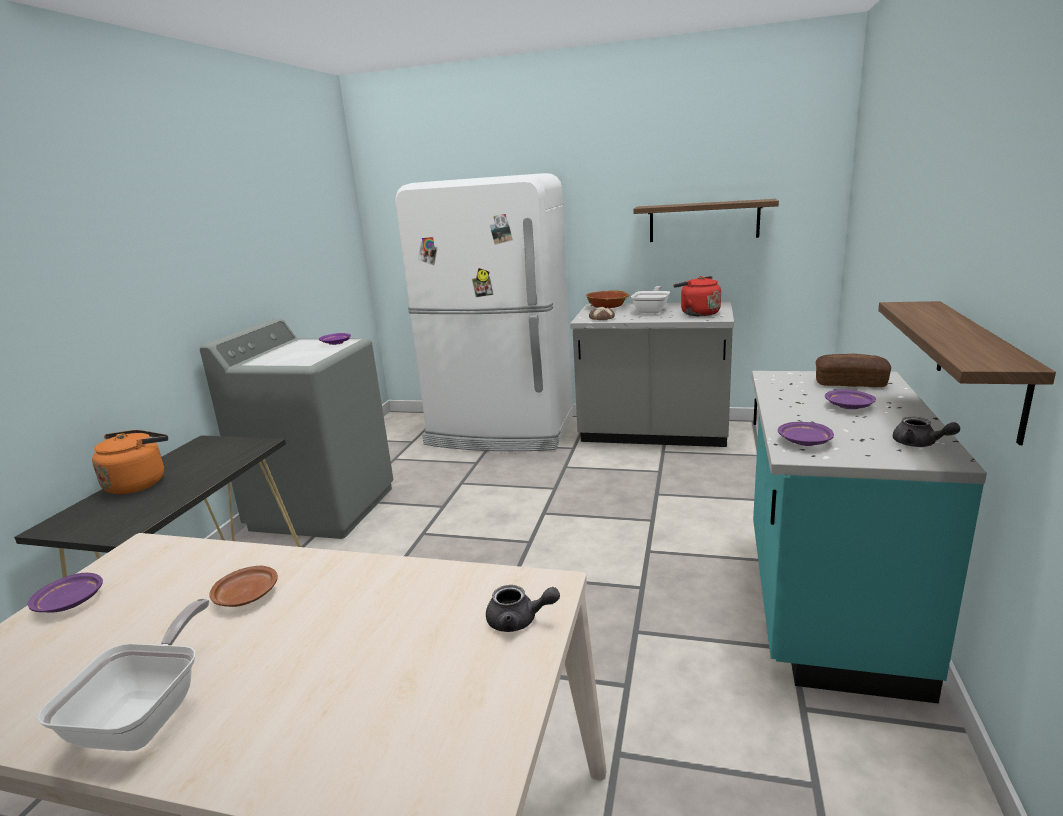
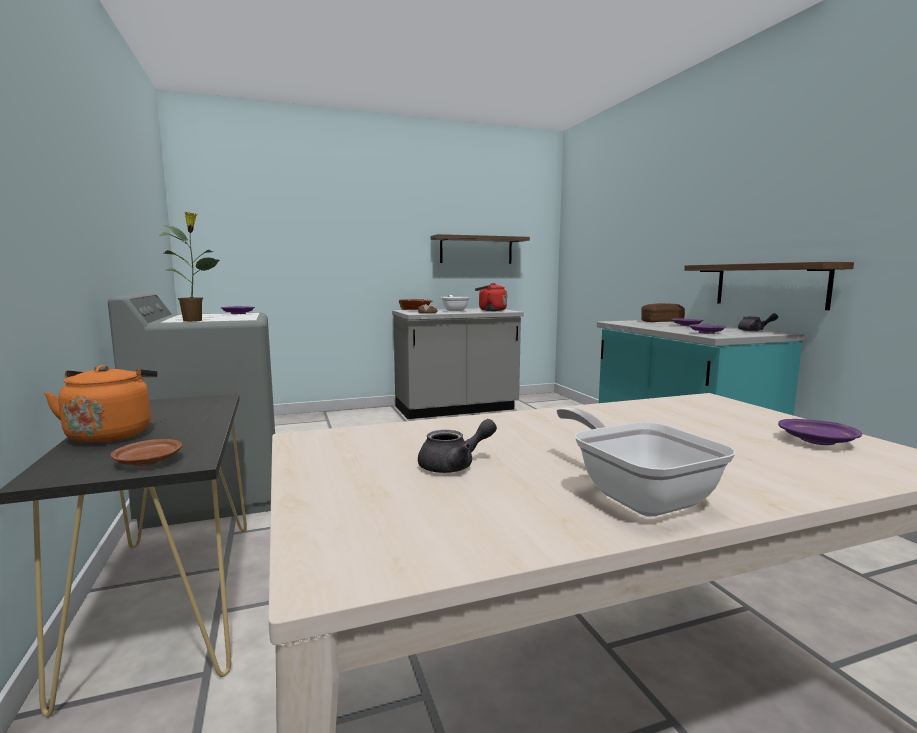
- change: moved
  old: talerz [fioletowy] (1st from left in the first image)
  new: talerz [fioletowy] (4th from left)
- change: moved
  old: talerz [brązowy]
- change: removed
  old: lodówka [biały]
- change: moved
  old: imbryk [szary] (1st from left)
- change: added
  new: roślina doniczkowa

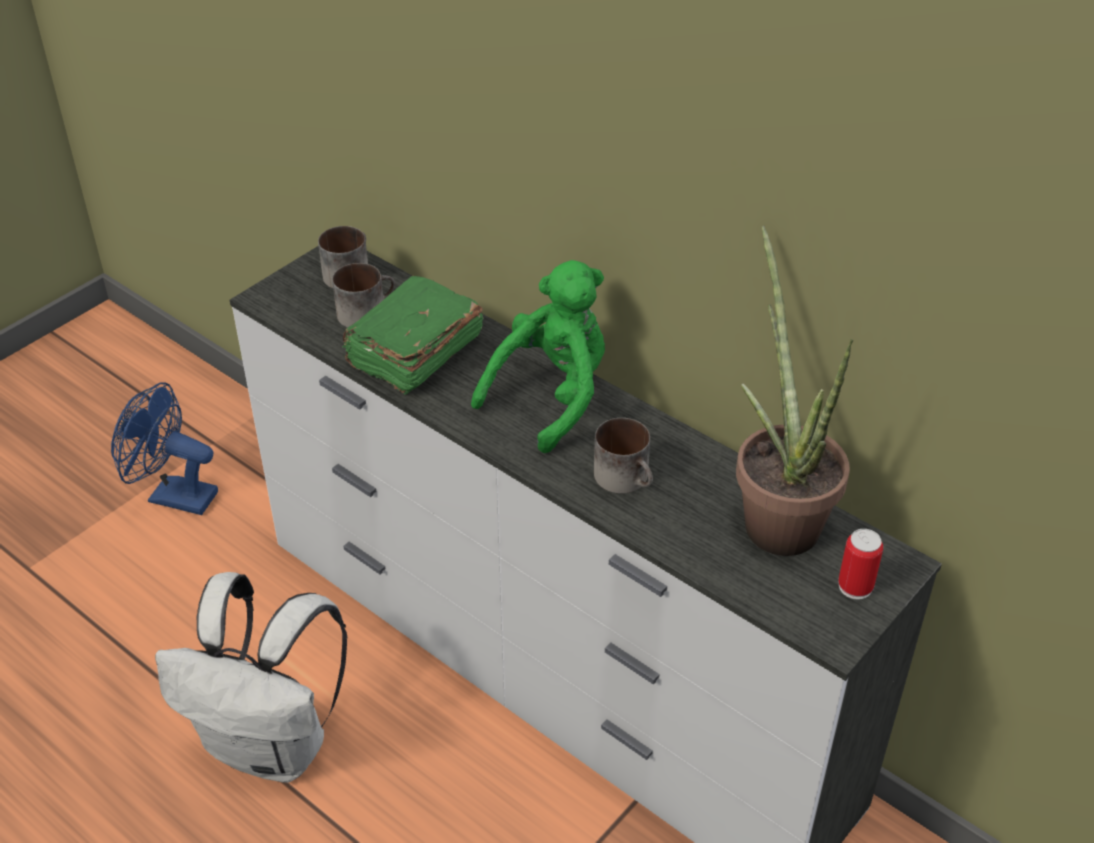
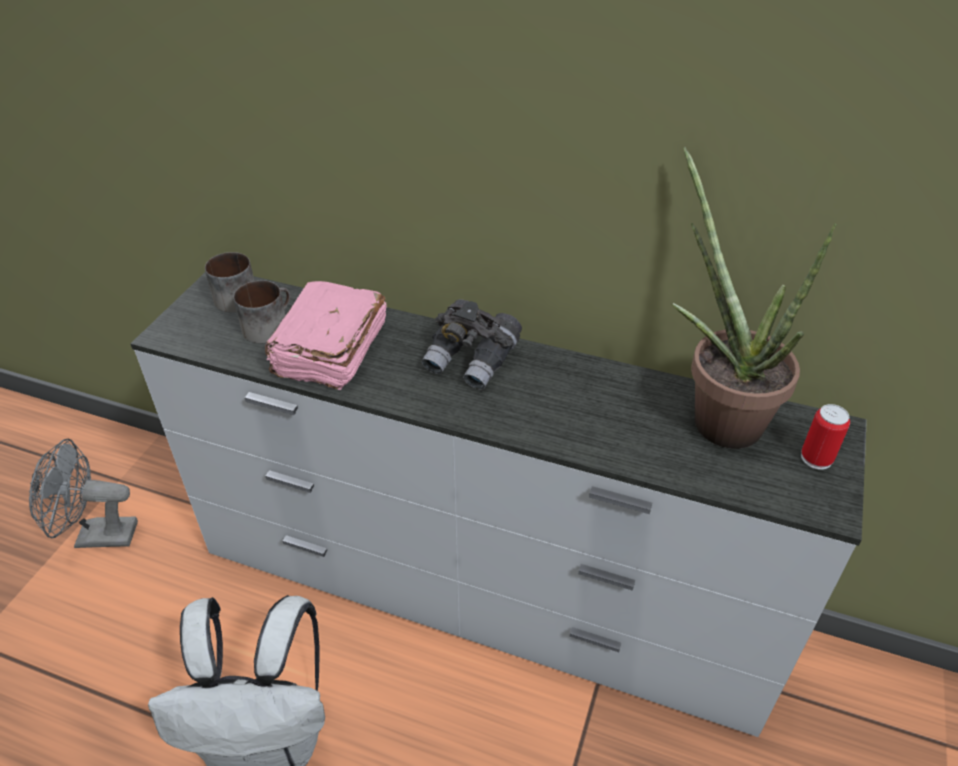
- change: recoloured
  old: wentylator [niebieski]
  new: wentylator [szary]
- change: recoloured
  old: książka [zielony]
  new: książka [różowy]
- change: replaced
  old: pluszak [zielony]
  new: lornetka [szary]
- change: removed
  old: kubek (3rd from left)

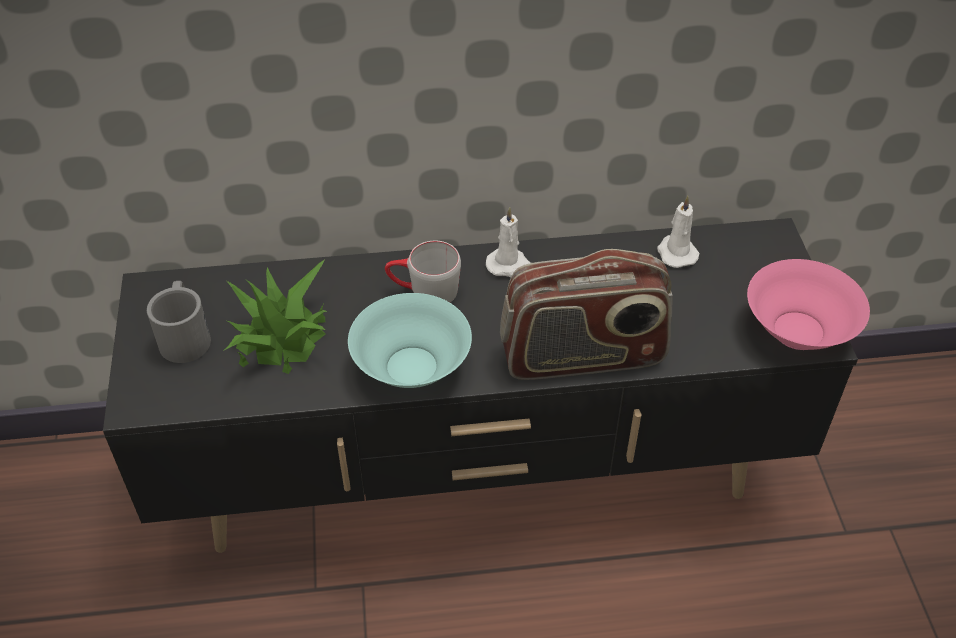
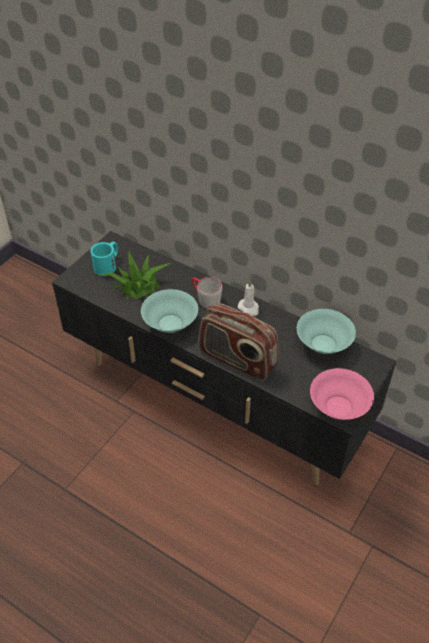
- change: recoloured
  old: kubek [szary] (1st from left)
  new: kubek [turkusowy]
- change: replaced
  old: świeca [biały] (2nd from left)
  new: miska [turkusowy] (2nd from left)

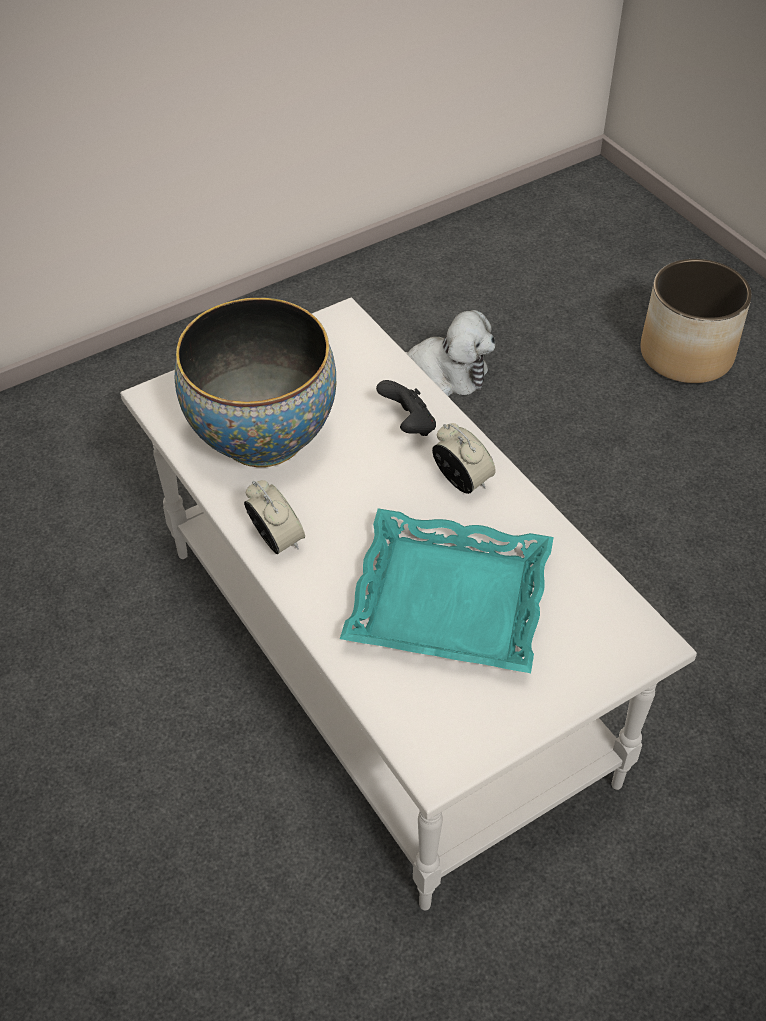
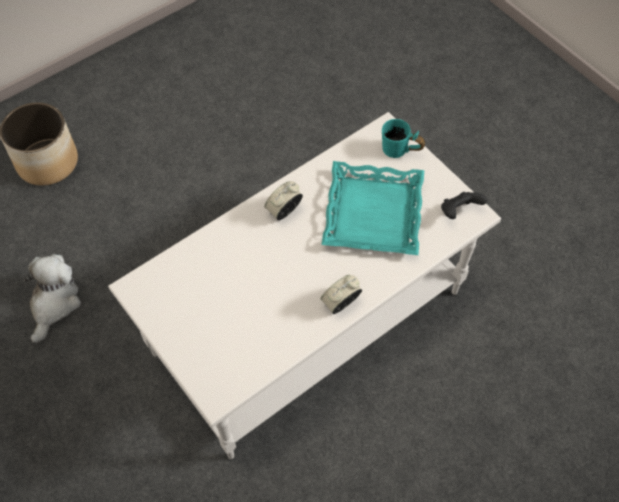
- change: removed
  old: miska
- change: moved
  old: pad do gier [czarny]
- change: added
  new: kubek [turkusowy]

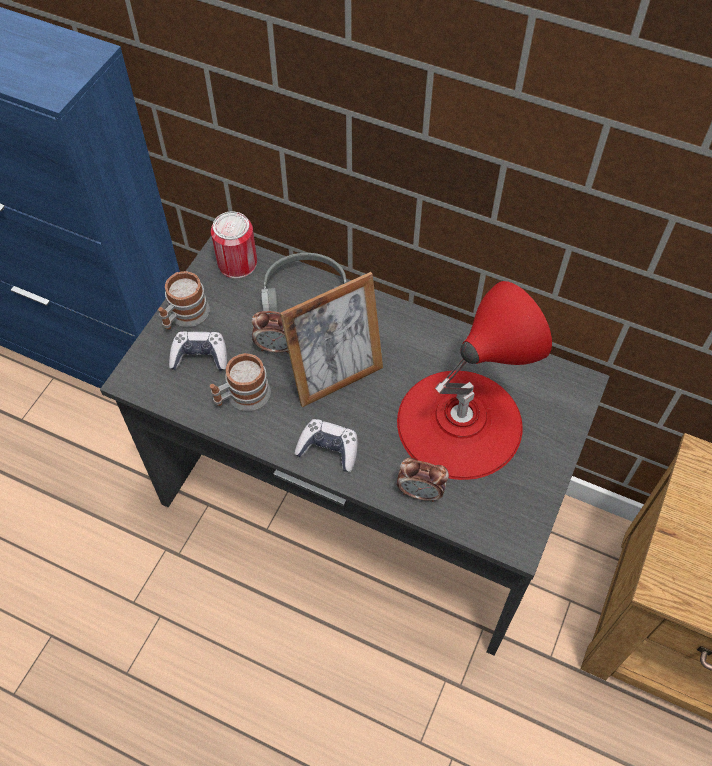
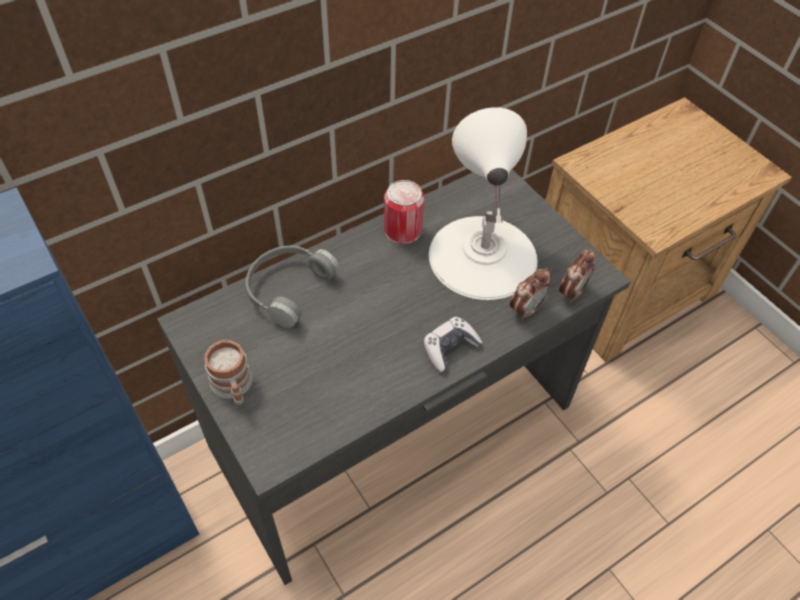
- change: removed
  old: pad do gier (1st from left)
- change: removed
  old: kubek (2nd from left)
- change: moved
  old: puszka
- change: moved
  old: budzik (1st from left in the first image)
  new: budzik (2nd from left)
- change: removed
  old: ramka na zdjęcie
- change: recoloured
  old: lampa stołowa [czerwony]
  new: lampa stołowa [biały]

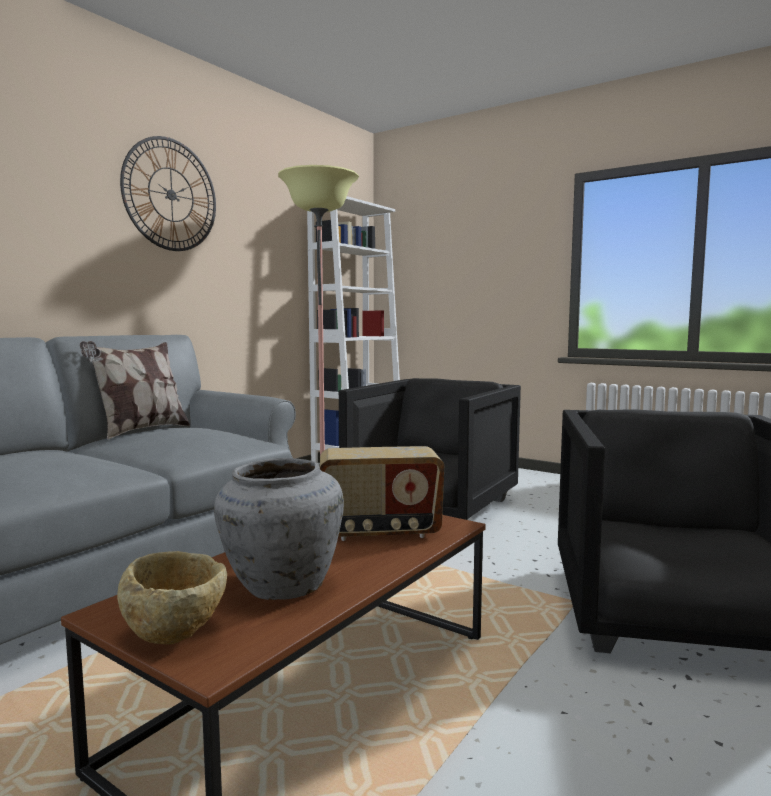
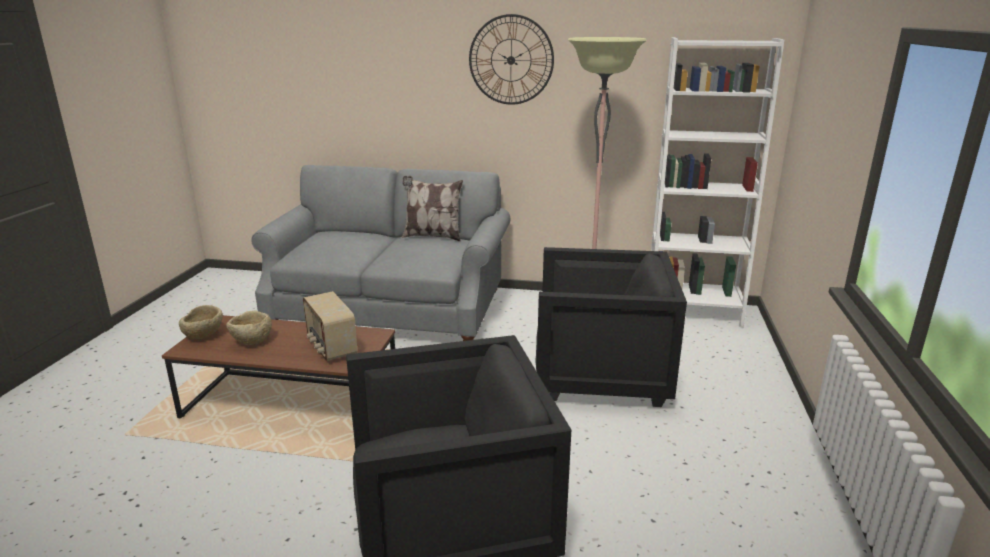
- change: replaced
  old: wazon [szary]
  new: miska [beżowy] (2nd from left)

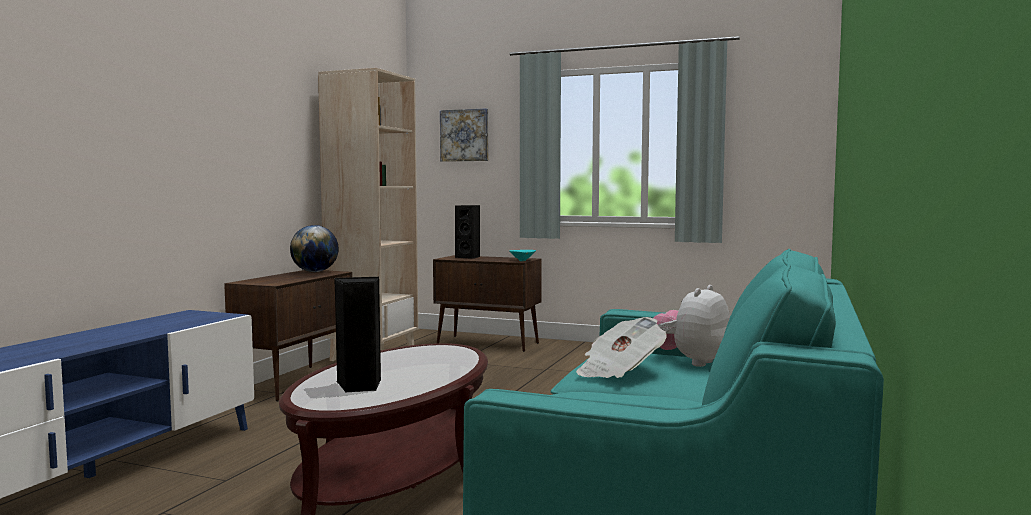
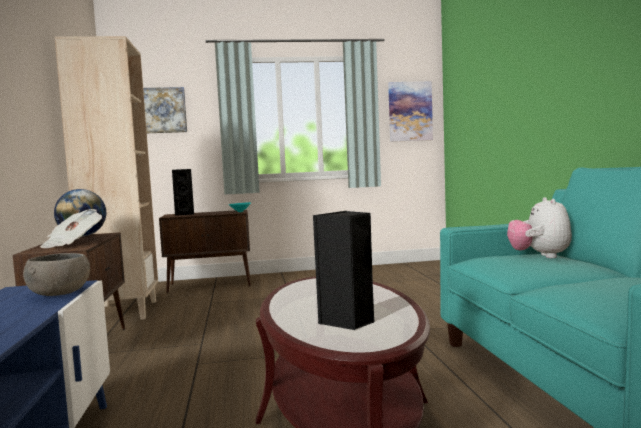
- change: moved
  old: gazeta
- change: added
  new: miska [szary]
- change: added
  new: obraz (2nd from left)

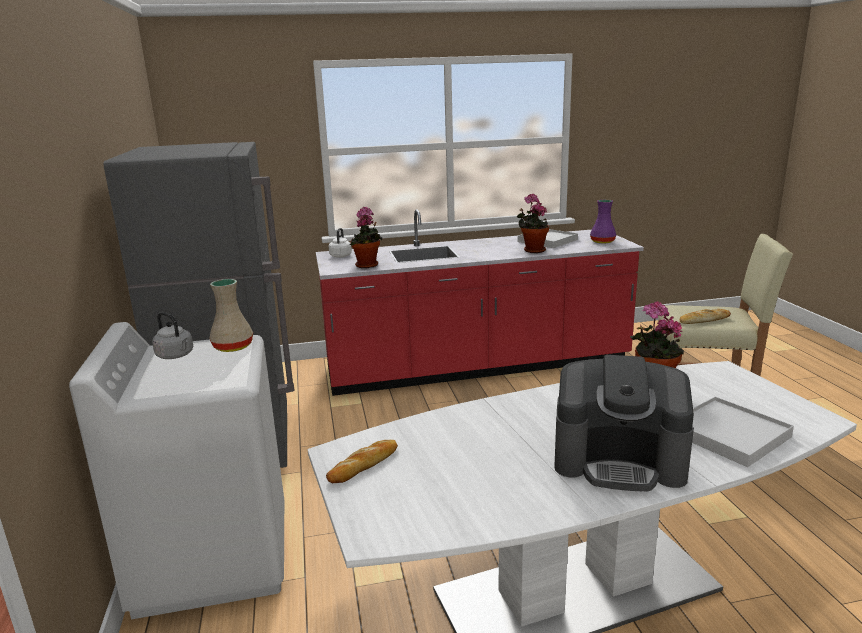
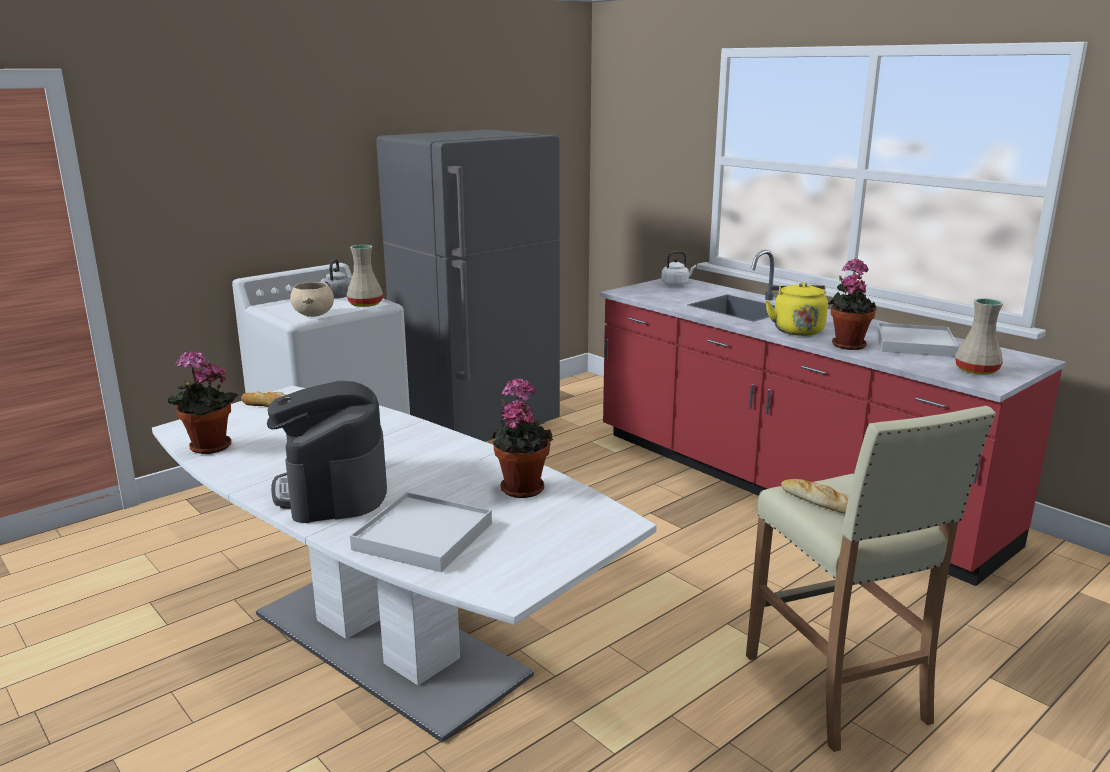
- change: moved
  old: roślina doniczkowa (1st from left)
- change: recoloured
  old: wazon [fioletowy]
  new: wazon [beżowy] (2nd from left)
- change: added
  new: miska [beżowy]
- change: added
  new: czajnik [żółty]

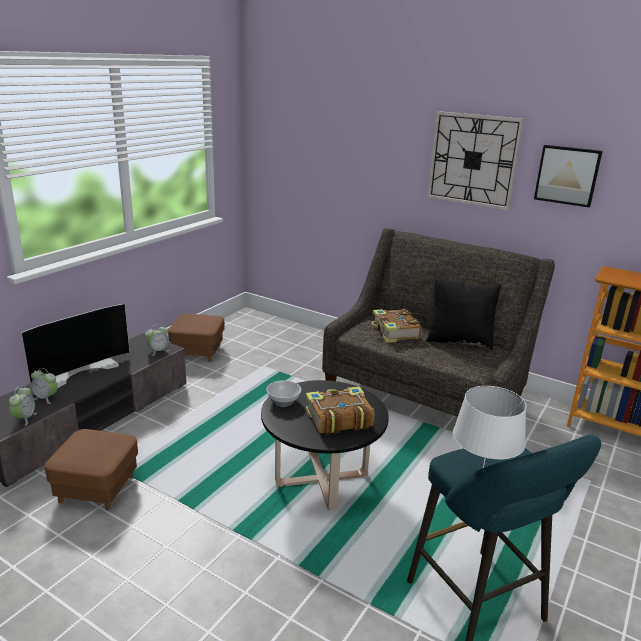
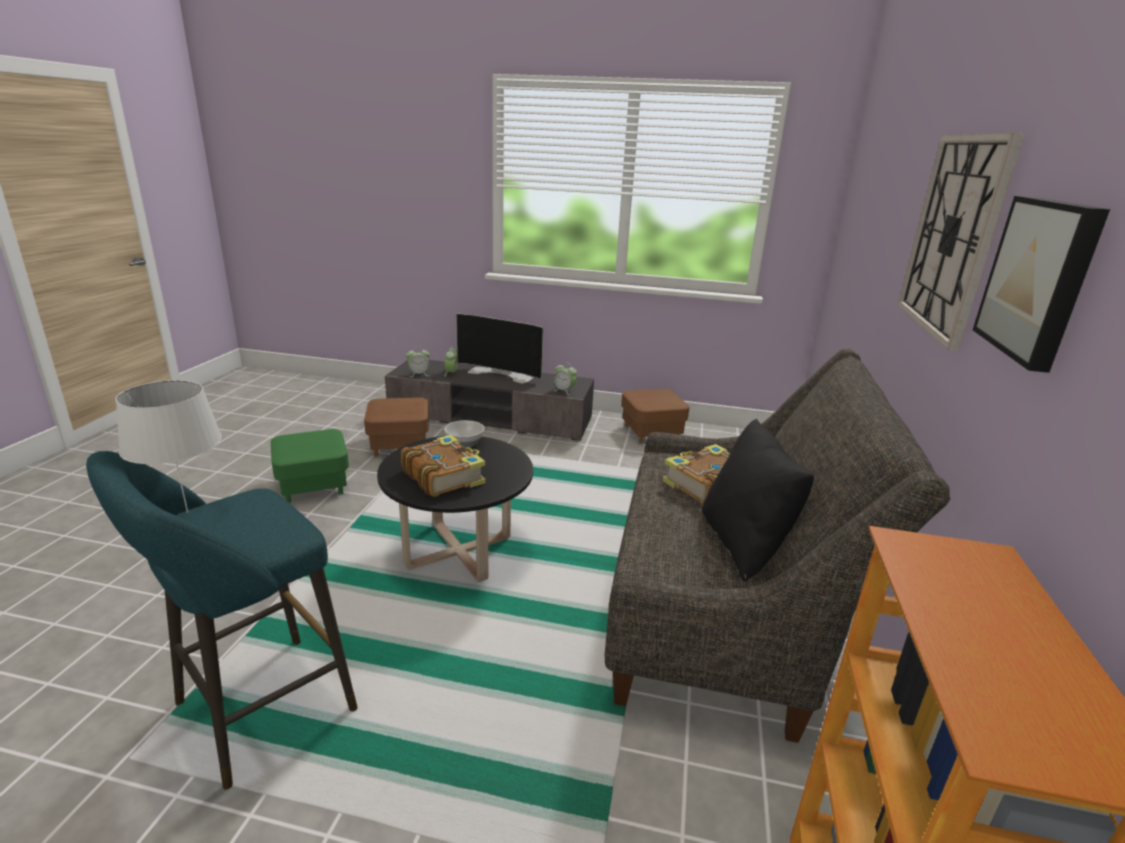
- change: added
  new: pufa [zielony]

